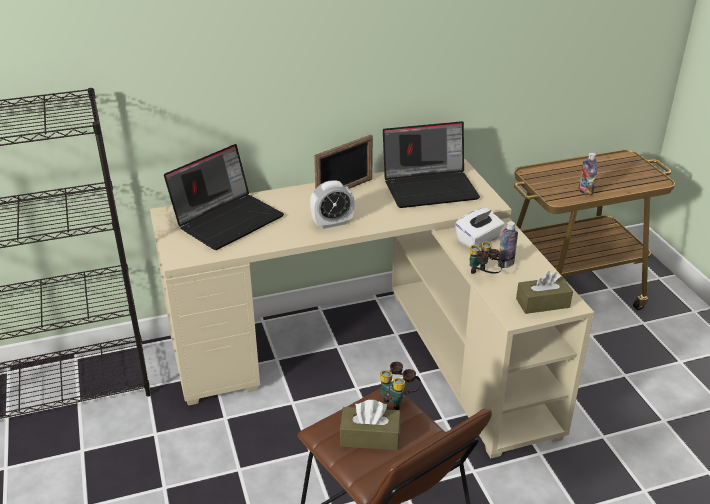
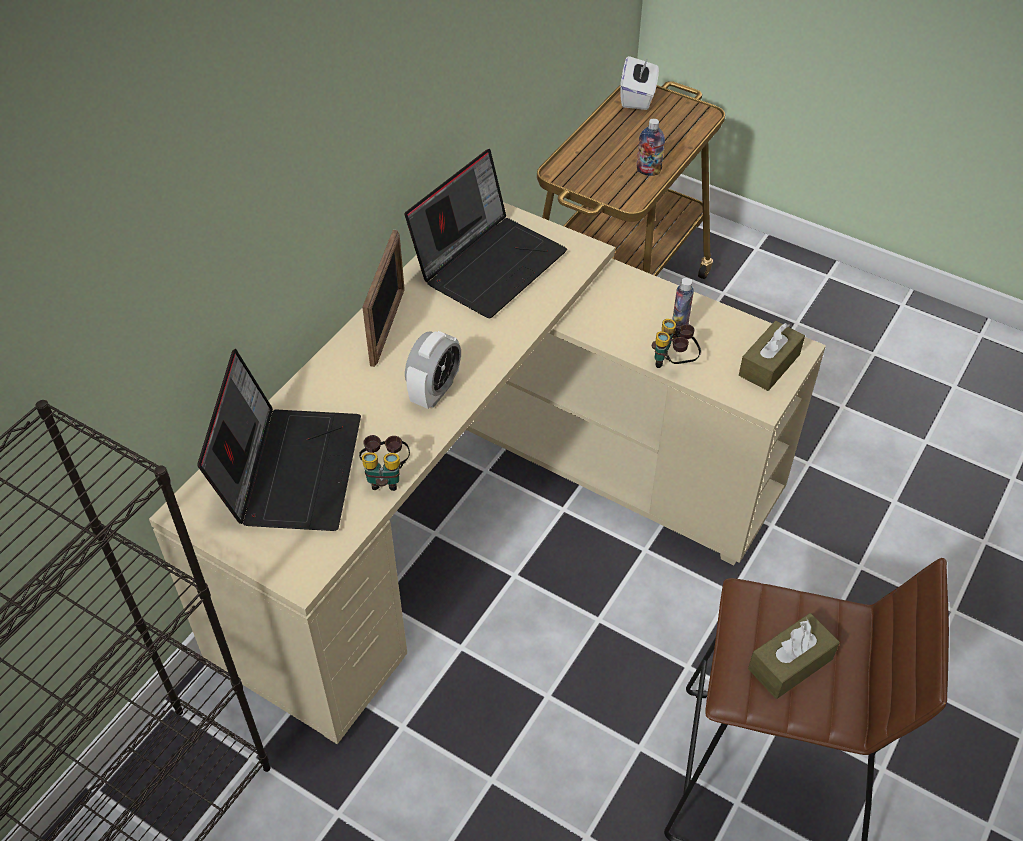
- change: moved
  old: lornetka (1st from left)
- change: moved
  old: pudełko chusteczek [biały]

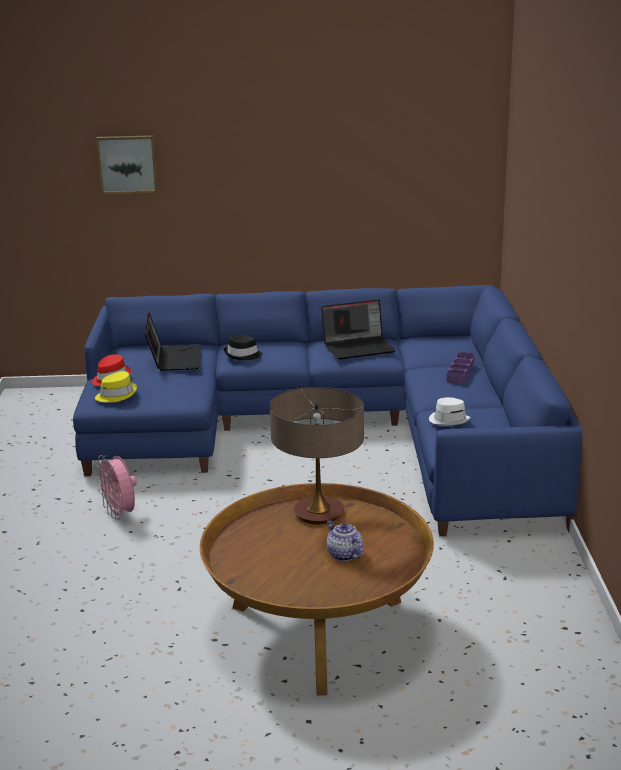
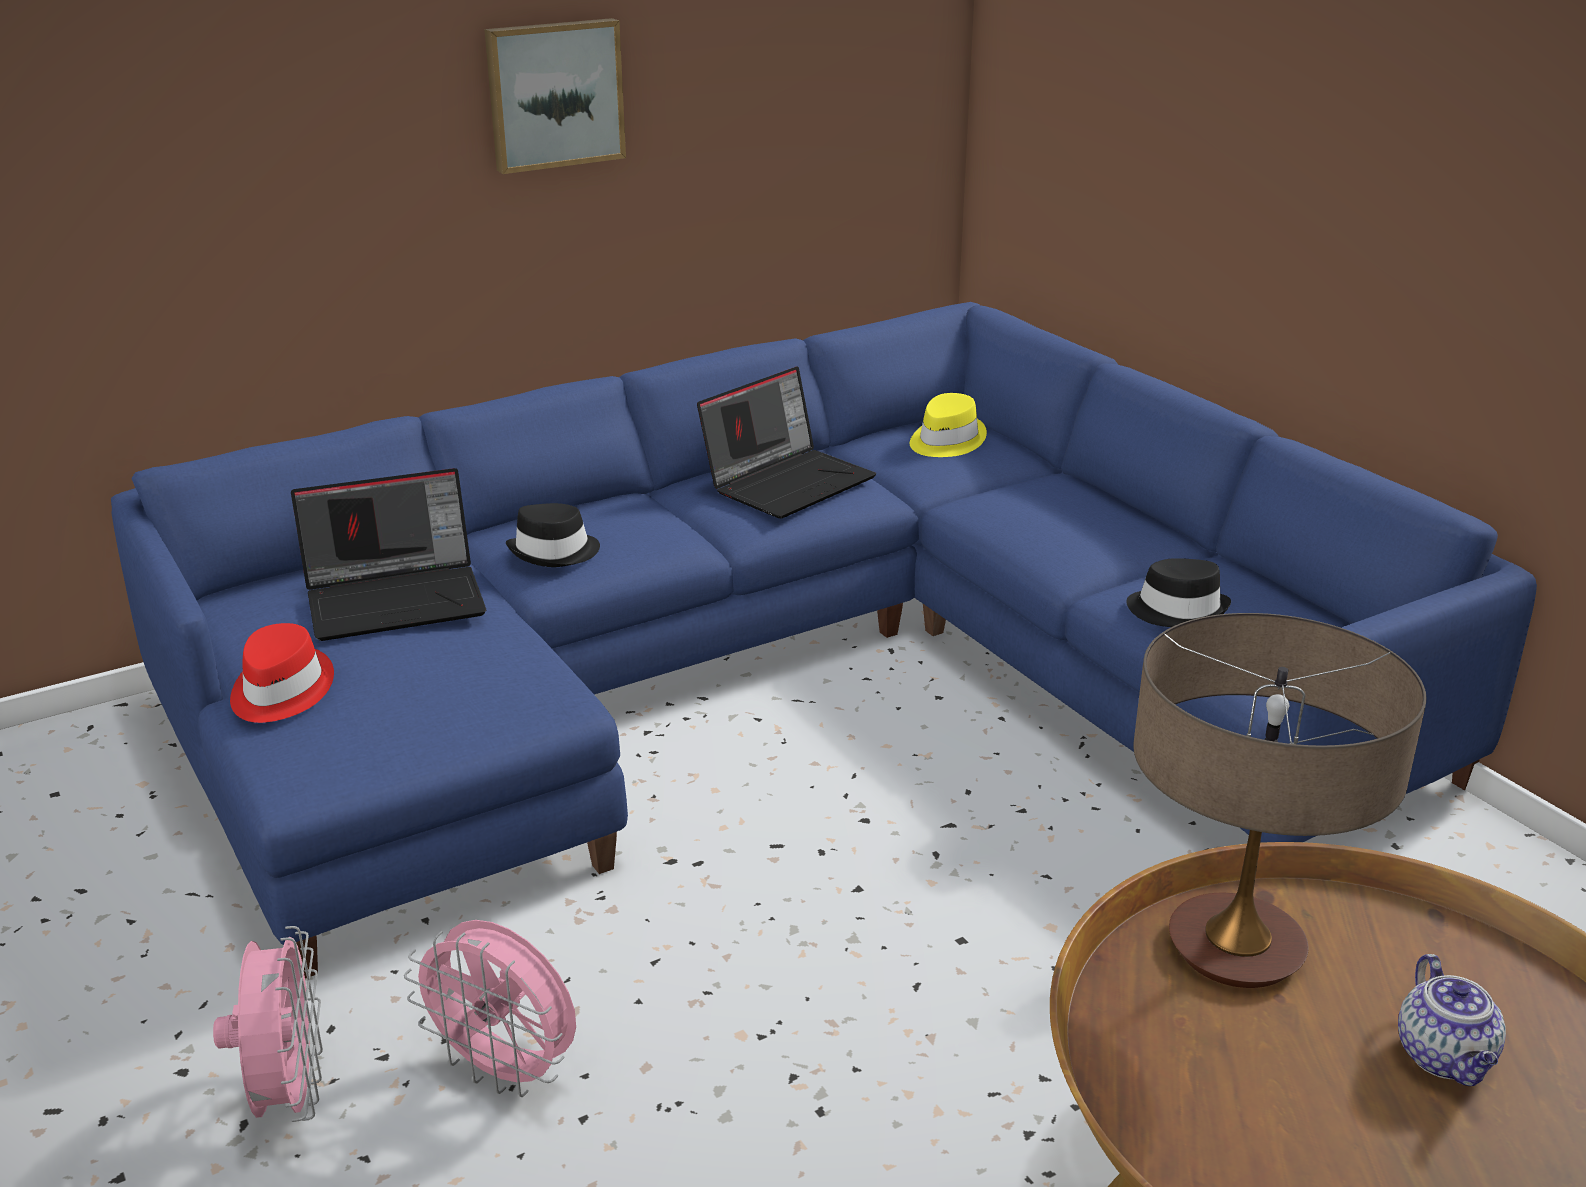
- change: moved
  old: kapelusz [żółty]
- change: moved
  old: obraz
- change: turned
  old: laptop (1st from left)
  degrees: 105
- change: turned
  old: imbryk
  degrees: -120
- change: recoloured
  old: kapelusz [biały]
  new: kapelusz [czarny] (2nd from left)
- change: removed
  old: taca [fioletowy]
- change: added
  new: wentylator [różowy] (1st from left)

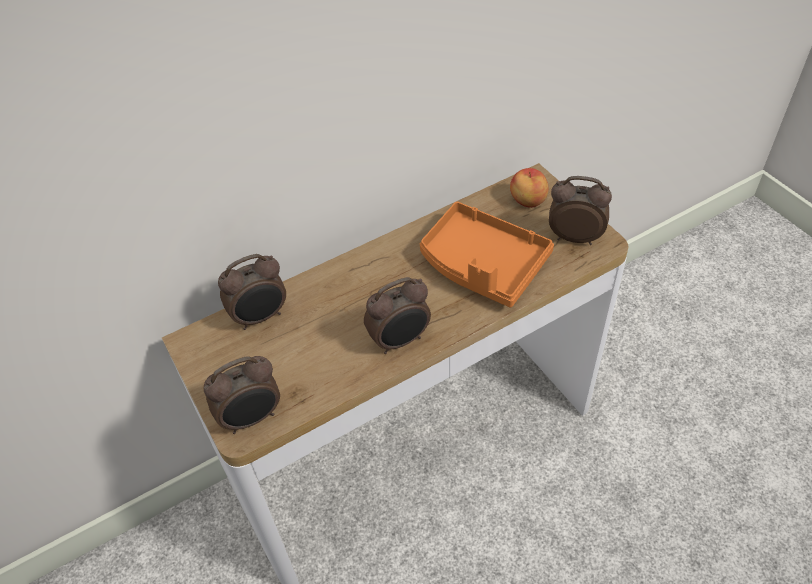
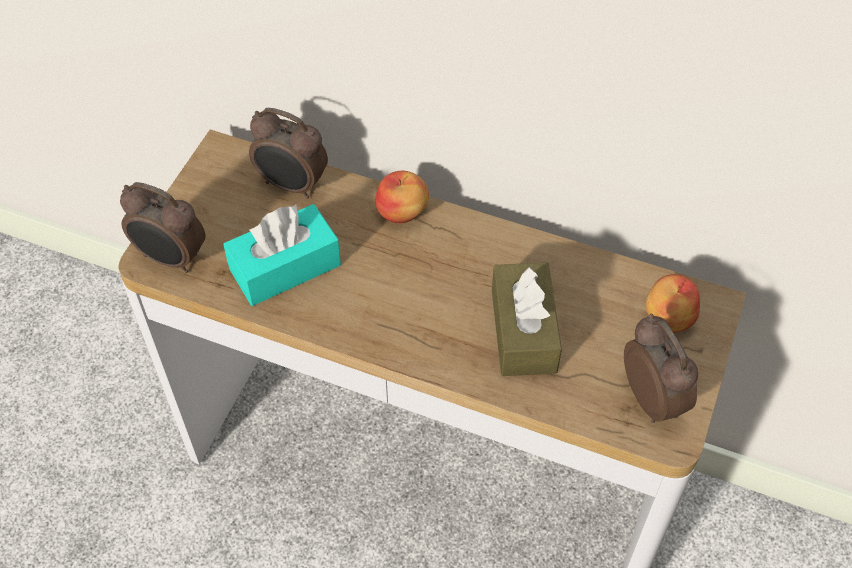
- change: removed
  old: budzik (3rd from left)
- change: replaced
  old: taca [pomarańczowy]
  new: pudełko chusteczek [brązowy]
- change: added
  new: pudełko chusteczek [turkusowy]
- change: added
  new: jabłko (1st from left)

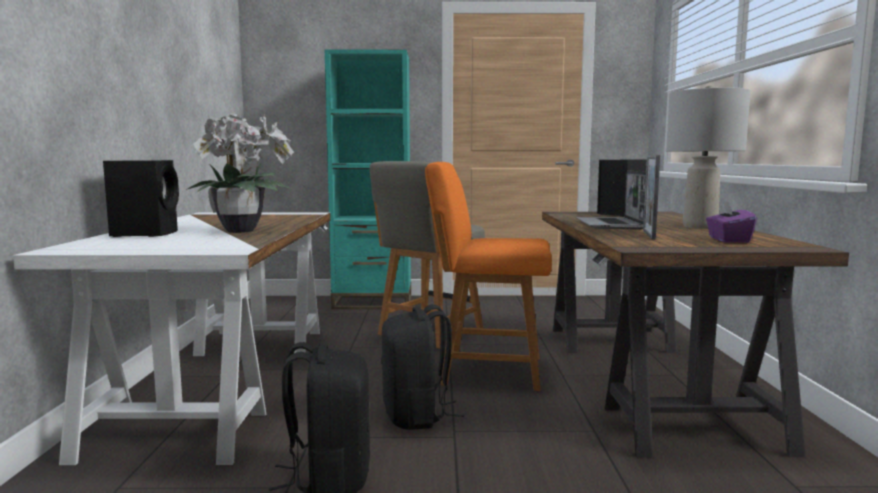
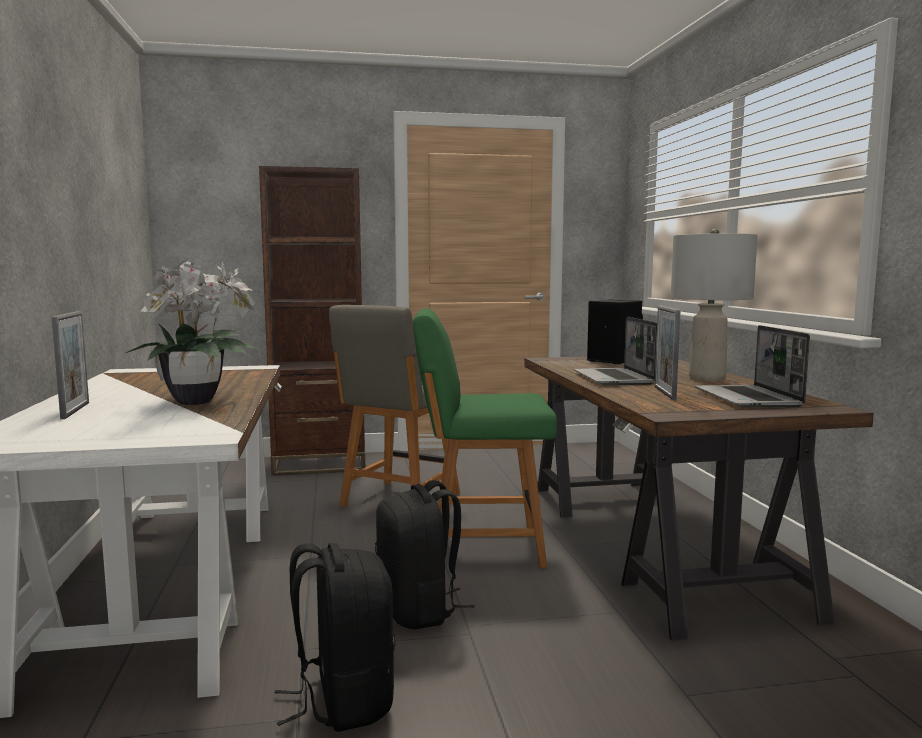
- change: replaced
  old: głośnik [czarny] (1st from left)
  new: ramka na zdjęcie (1st from left)
- change: recoloured
  old: regał [turkusowy]
  new: regał [brązowy]
- change: recoloured
  old: krzesło [pomarańczowy]
  new: krzesło [zielony]
- change: replaced
  old: pudełko chusteczek [fioletowy]
  new: laptop (2nd from left)

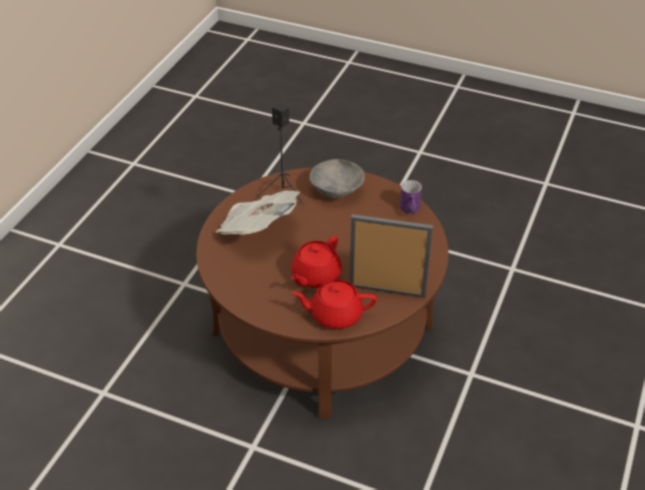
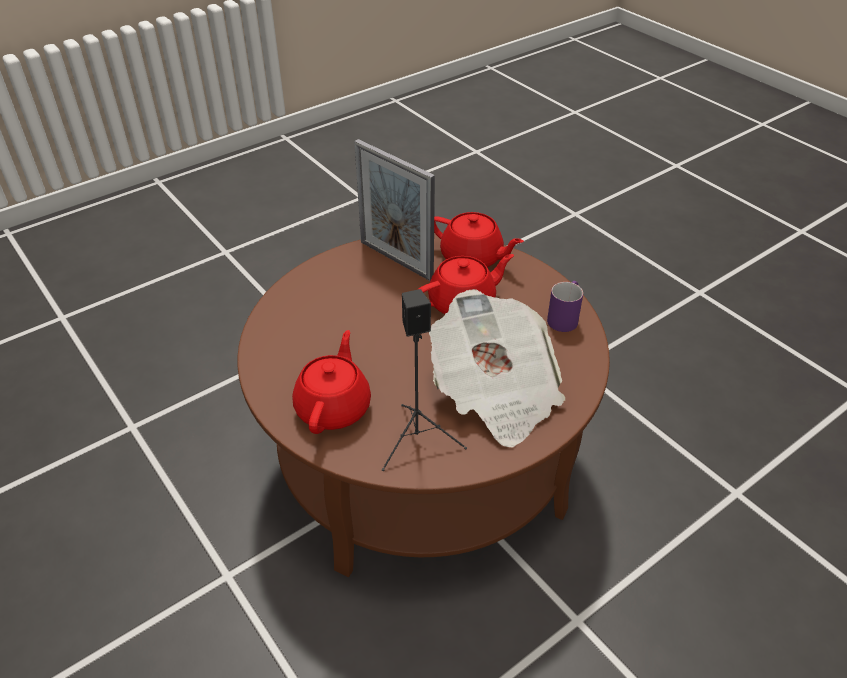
- change: replaced
  old: miska [szary]
  new: imbryk [czerwony] (1st from left)
- change: moved
  old: kubek [fioletowy]

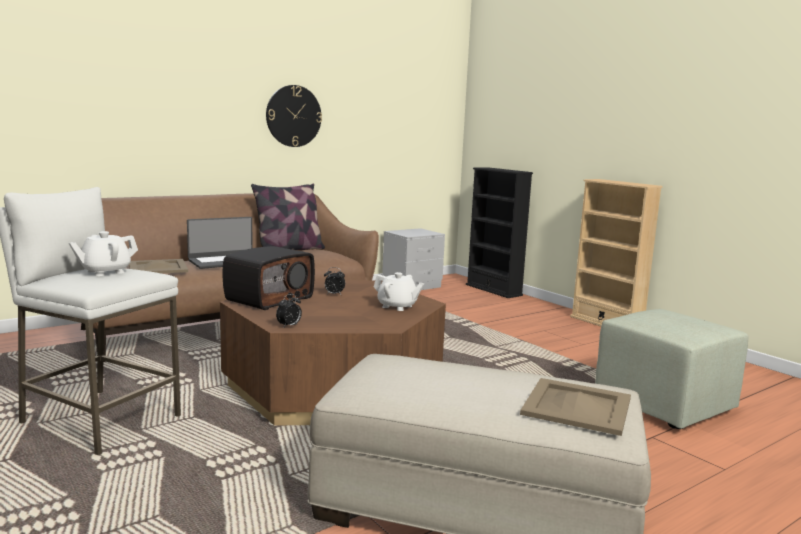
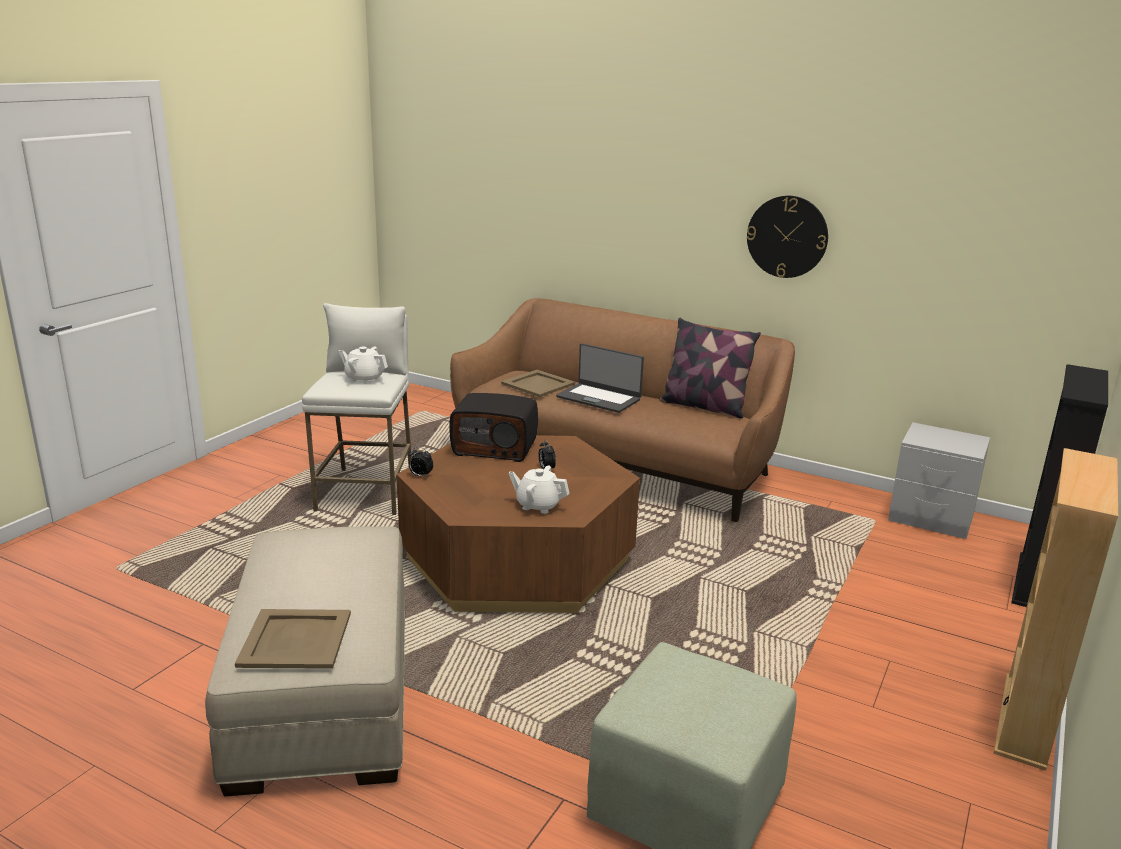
- change: turned
  old: imbryk [biały] (2nd from left)
  degrees: 105

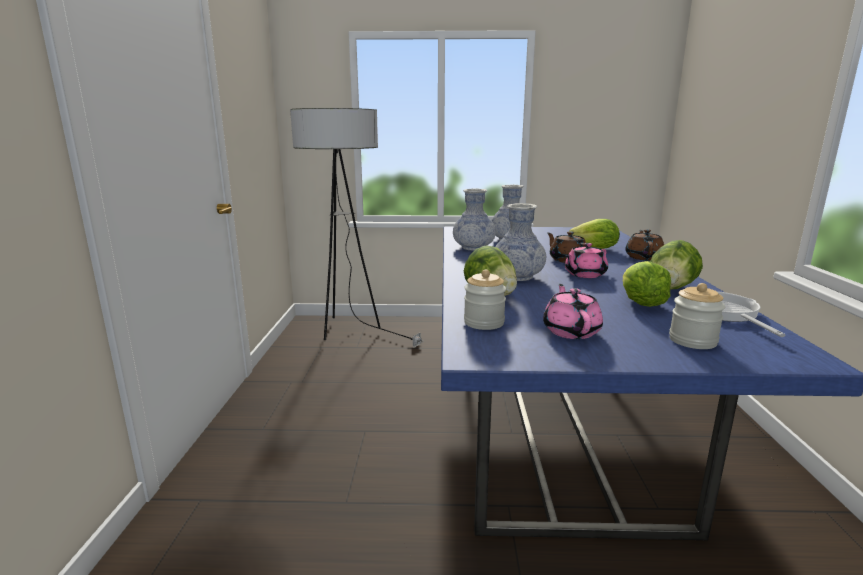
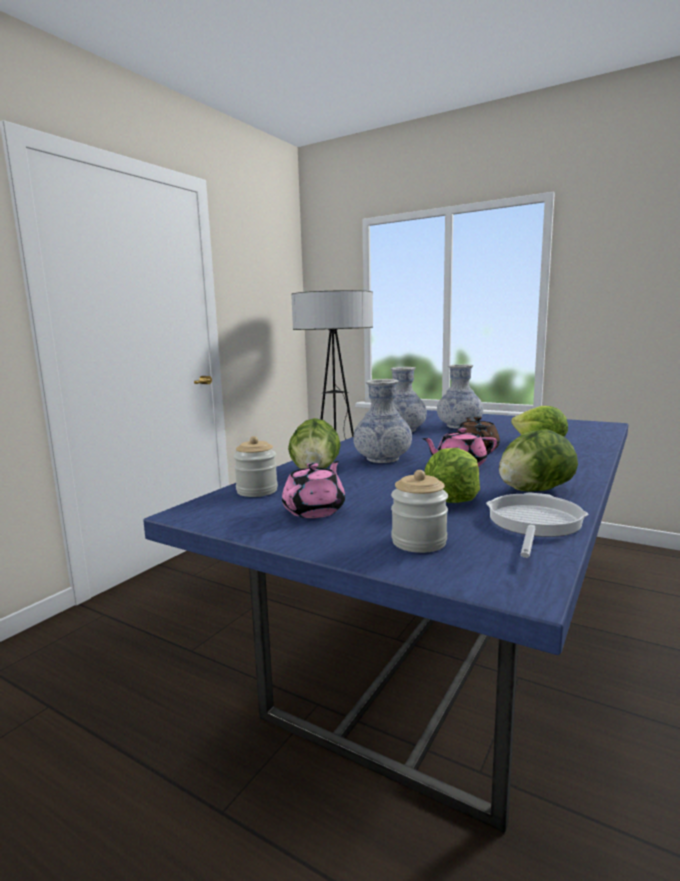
- change: removed
  old: imbryk [brązowy] (2nd from left)

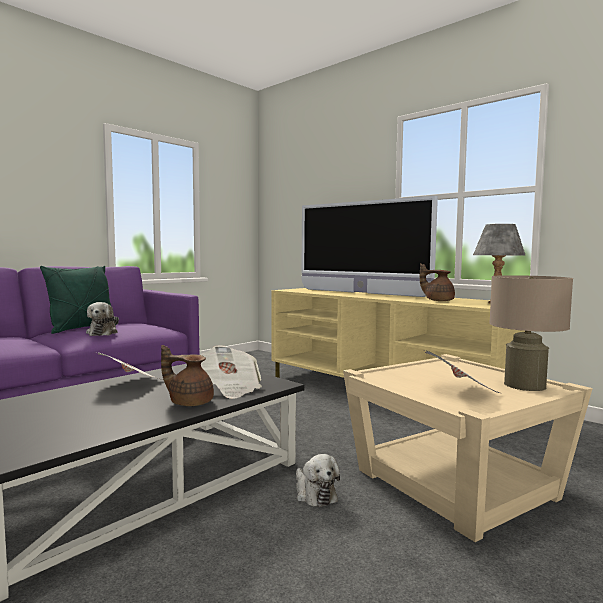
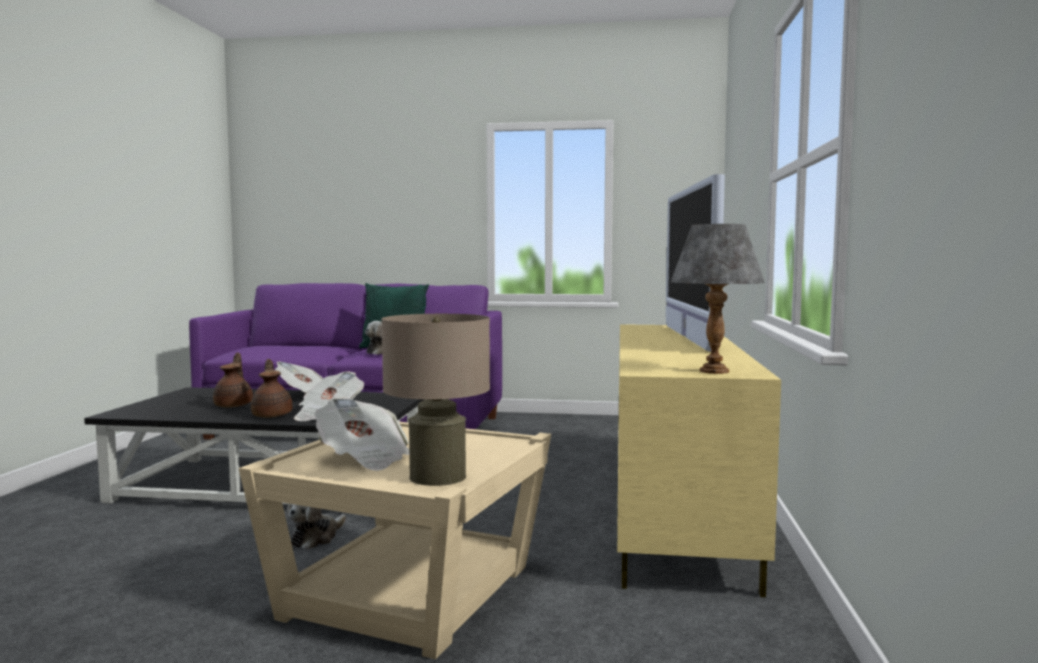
- change: moved
  old: imbryk [brązowy] (2nd from left in the first image)
  new: imbryk [brązowy] (1st from left)

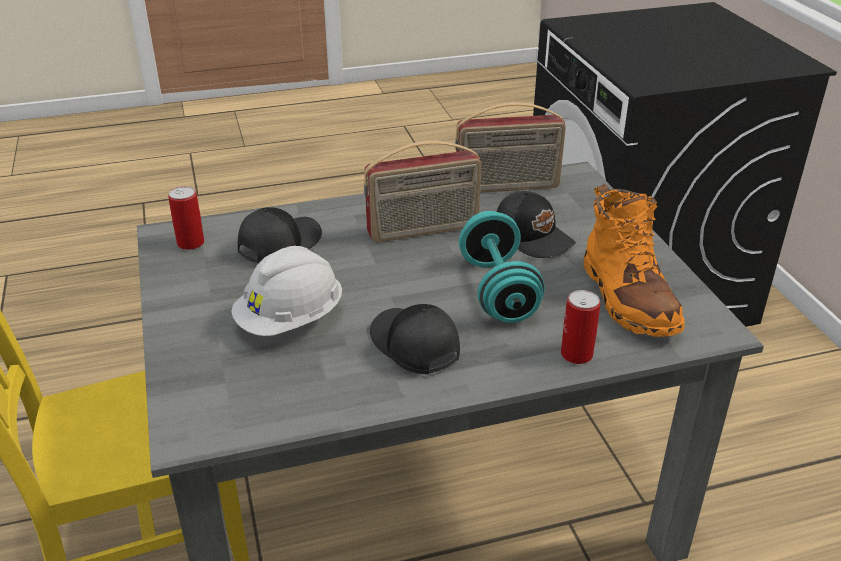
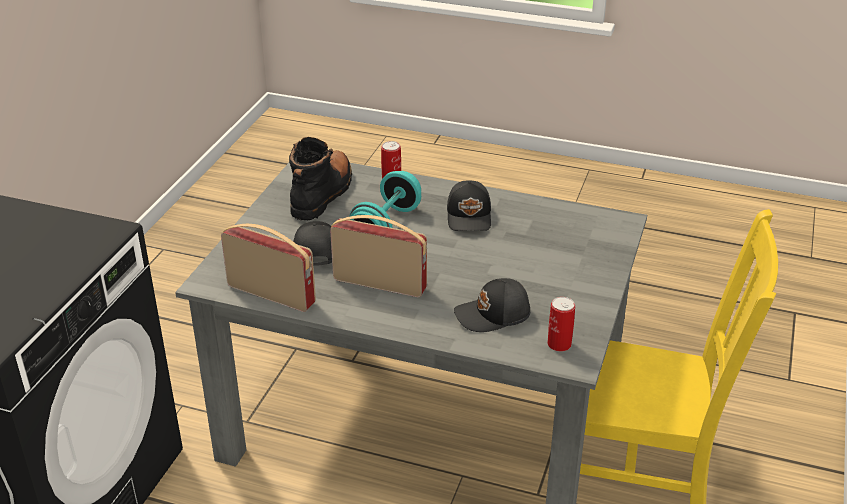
- change: removed
  old: kask [biały]
- change: recoloured
  old: but z cholewką [pomarańczowy]
  new: but z cholewką [czarny]

